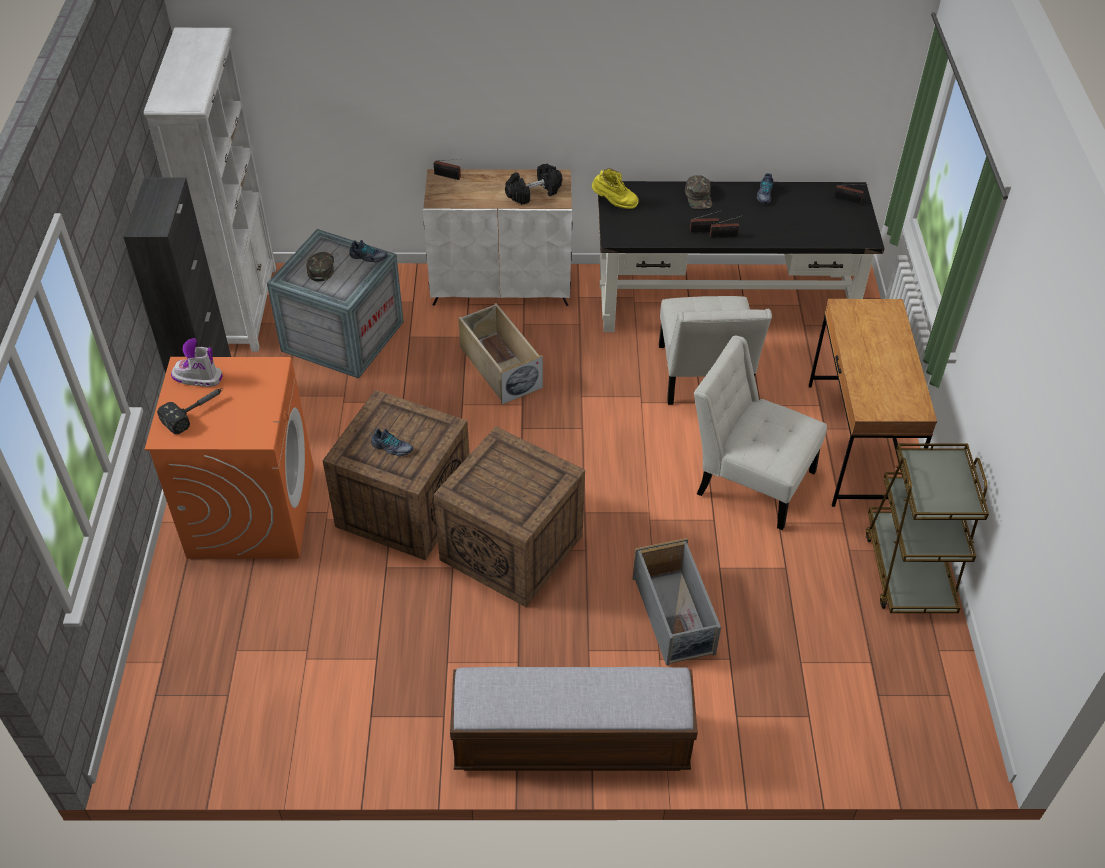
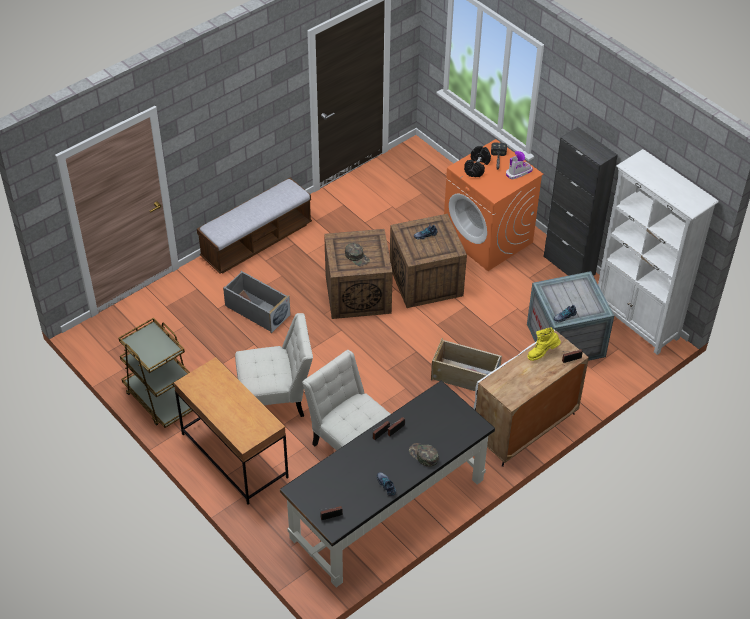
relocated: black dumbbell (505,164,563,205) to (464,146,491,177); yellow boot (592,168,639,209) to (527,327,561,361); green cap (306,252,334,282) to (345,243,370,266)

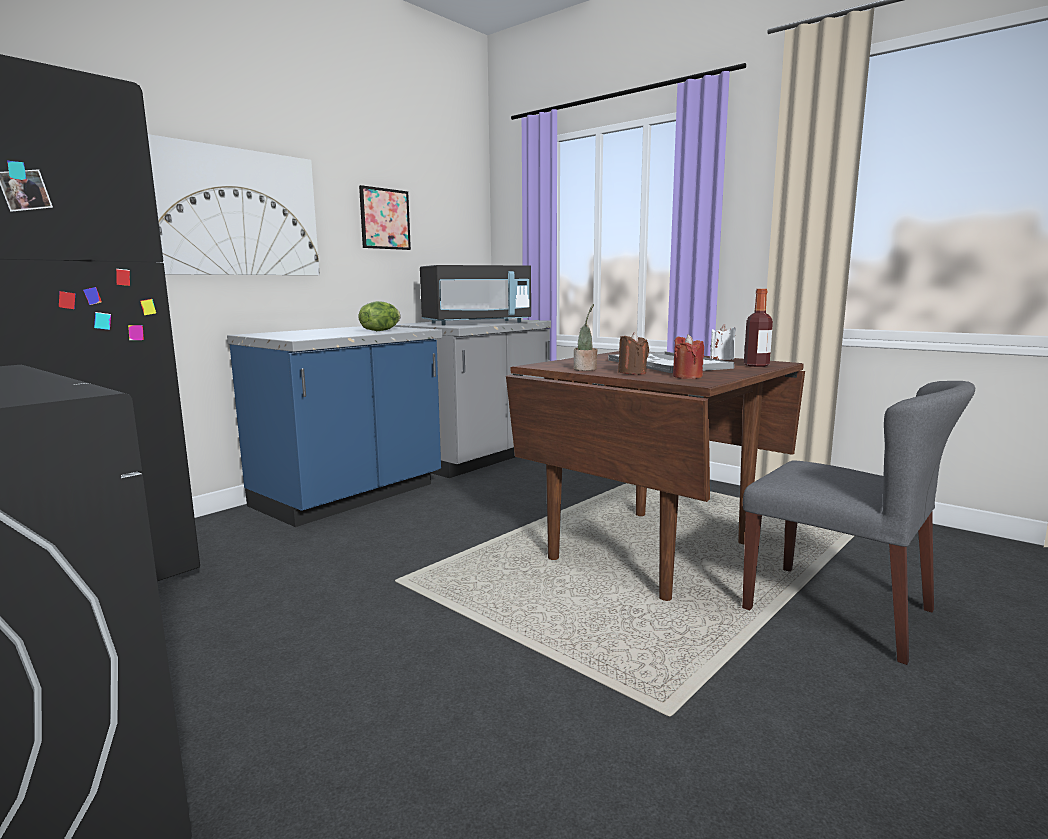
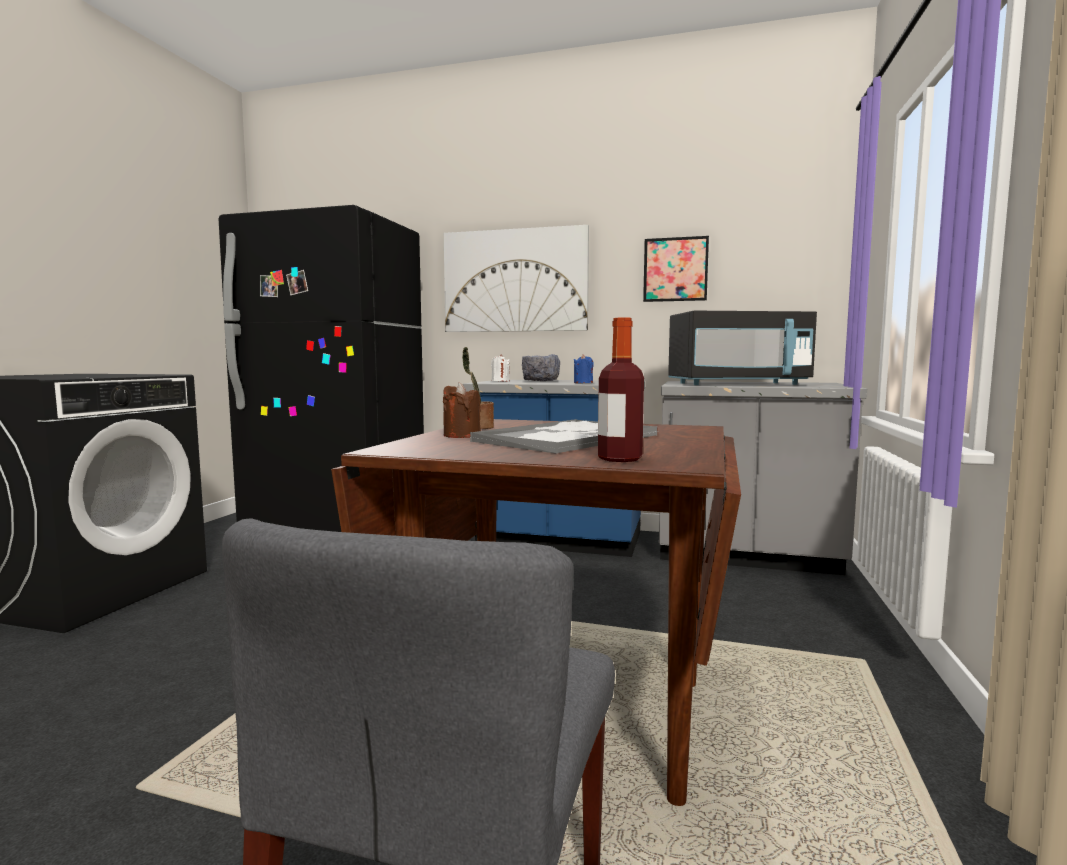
missing: red candle (673,334,704,379)
appeared: grey bowl (522,354,560,381)
relocated: white candle (710,324,736,360) to (491,354,510,382)
exchanged: lettuce (358,301,400,331) to blue candle (574,354,594,383)
spun: black microwave (420,265,531,325) = (668,311,817,385) 45 degrees counterclockwise

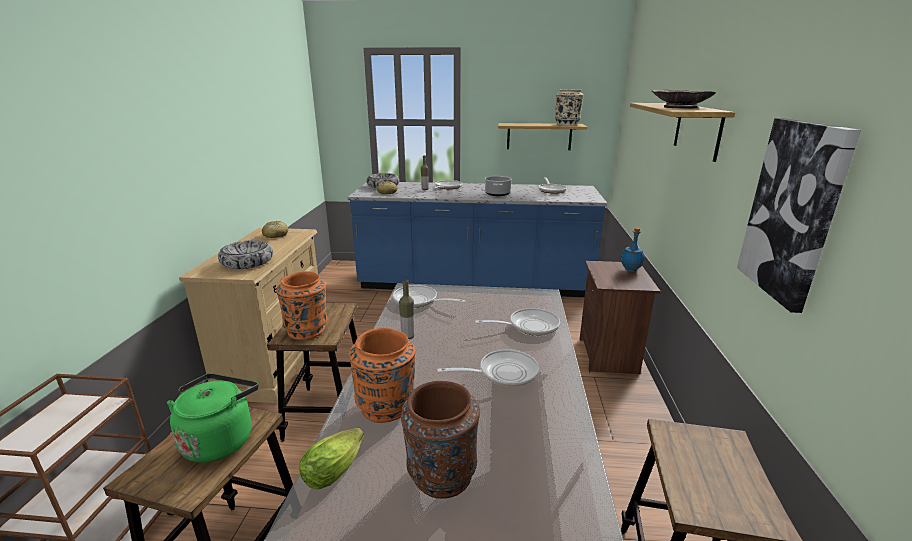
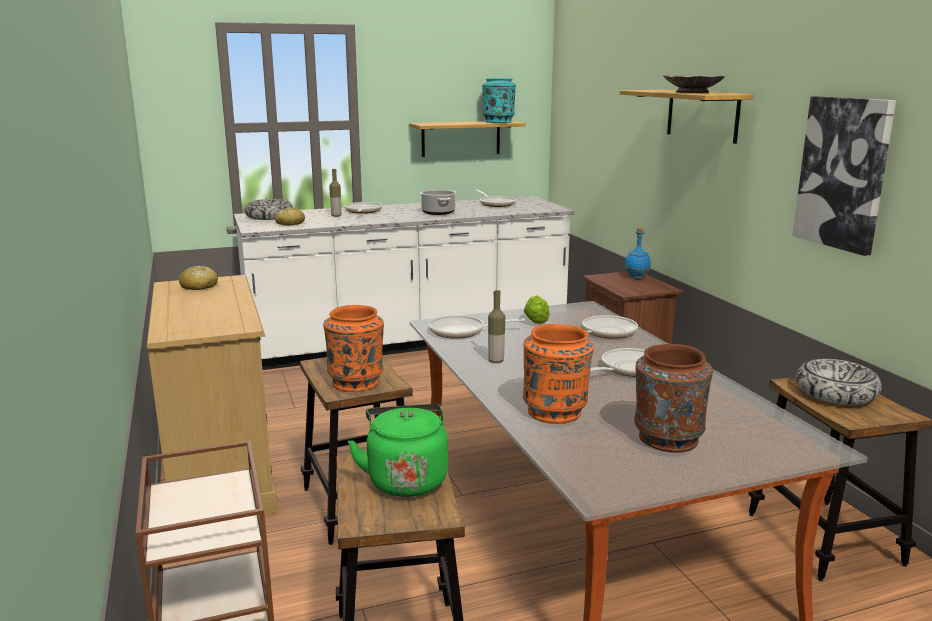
relocated: bowl (218,240,273,269) to (796,359,882,405); lettuce (299,428,364,489) to (524,295,550,324)
colour: beige vase (555,89,584,126) to turquoise vase (482,78,516,123); blue counter (347,182,607,297) to white counter (234,196,574,370)

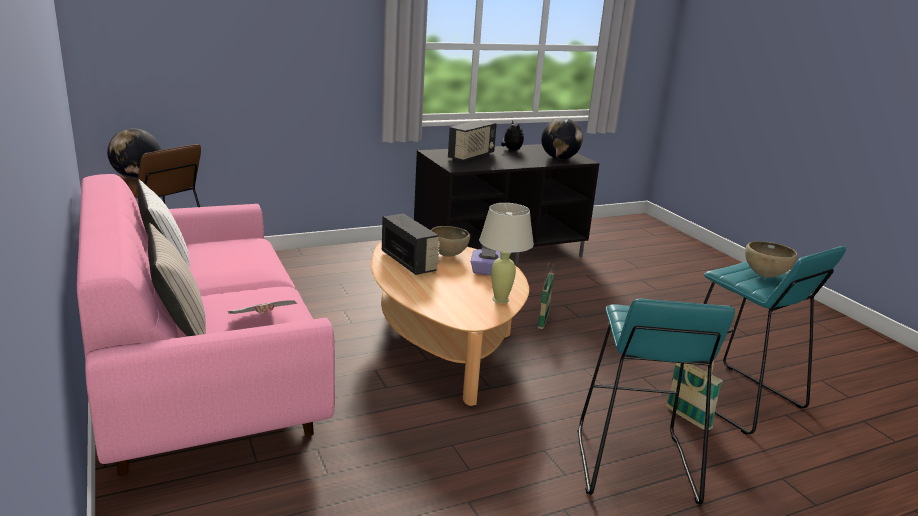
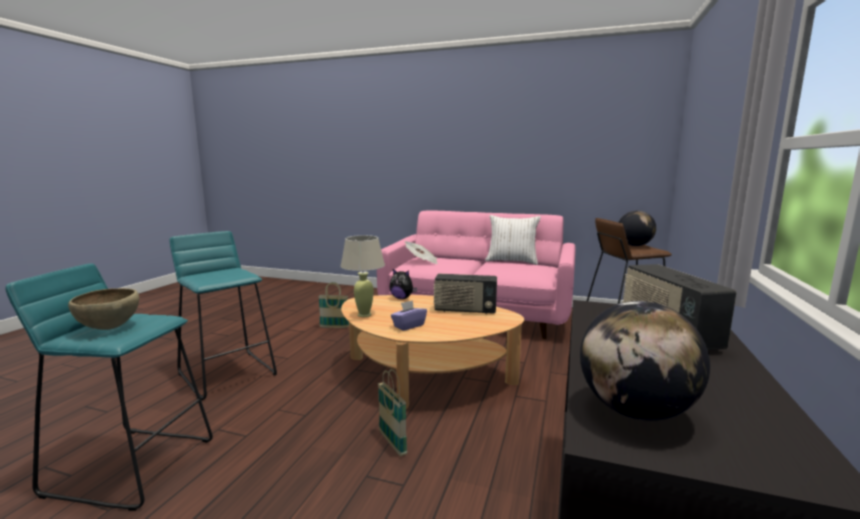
missing: beige pillow (148,223,206,336); brown bowl (431,226,470,257)
relocated: plush toy (501,121,524,151) to (390,269,417,299); basket (666,360,723,430) to (318,282,349,328)

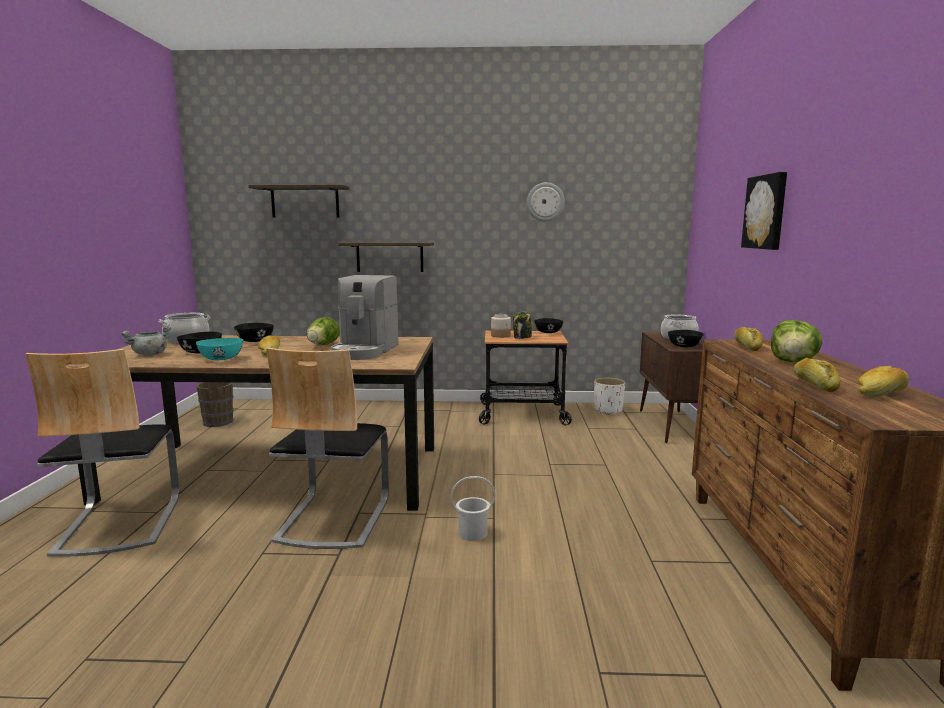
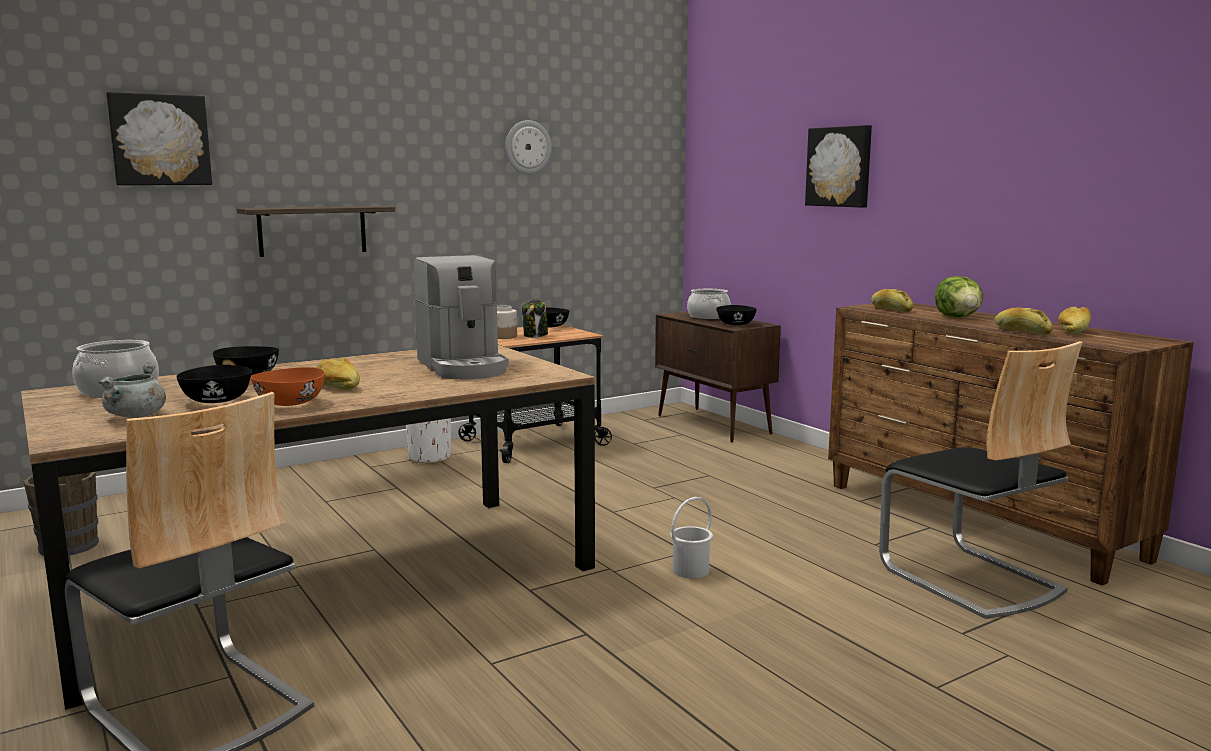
missing: lettuce (307,317,340,345)
relocated: chair (266,347,389,549) to (879,341,1083,619); white planter (594,378,625,415) to (406,418,451,464)
exchanged: shelf (248,185,349,218) to picture (106,92,212,185)
colour: turquoise bowl (196,338,243,360) to orange bowl (251,367,325,406)

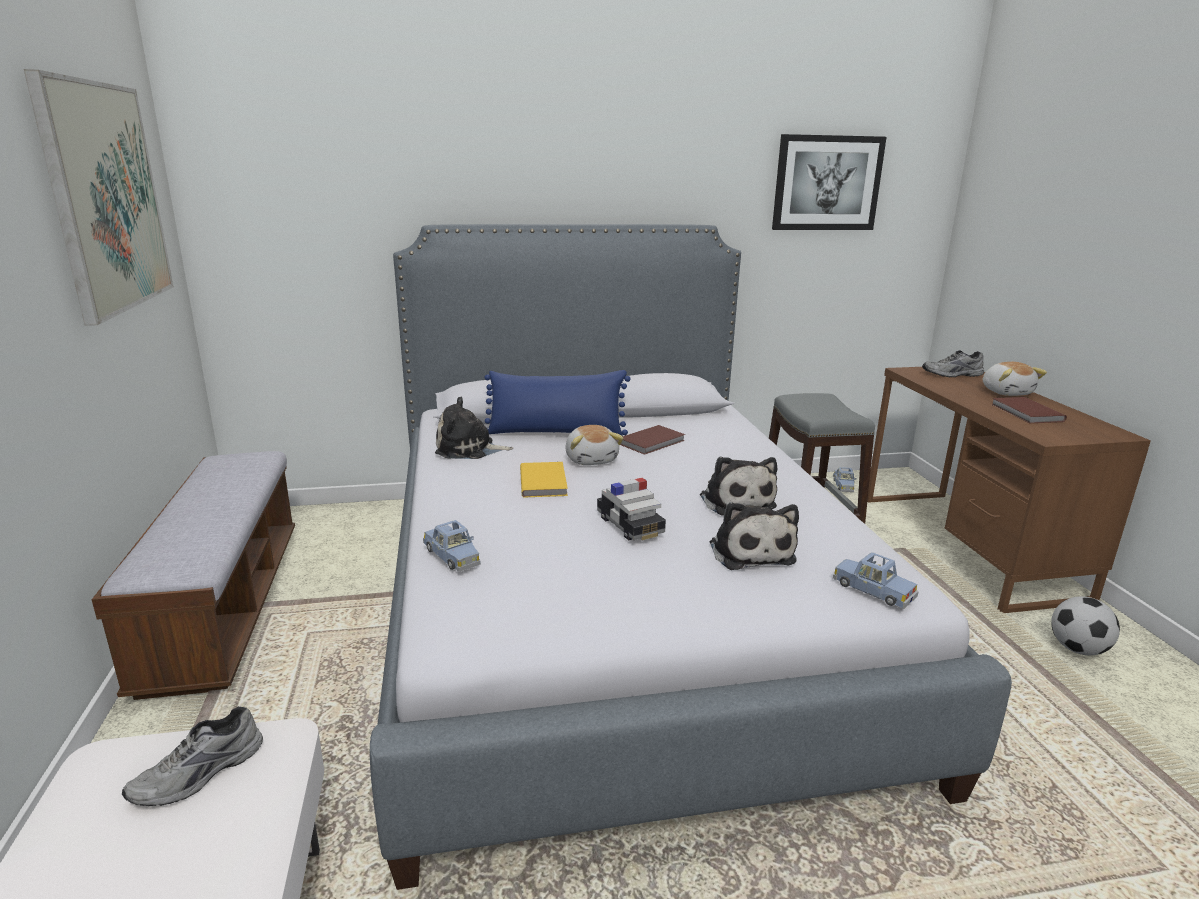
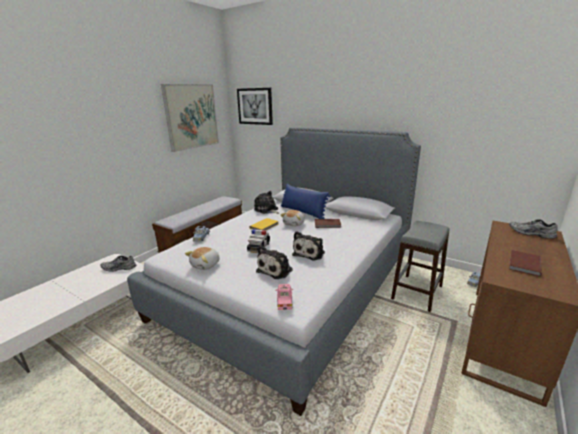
missing: football (1051,596,1120,655)
relocated: picture (772,134,887,230) to (237,88,273,125); plush toy (983,362,1047,396) to (185,247,220,270)
colour: blue toy car (833,552,919,609) to pink toy car (275,284,294,310)

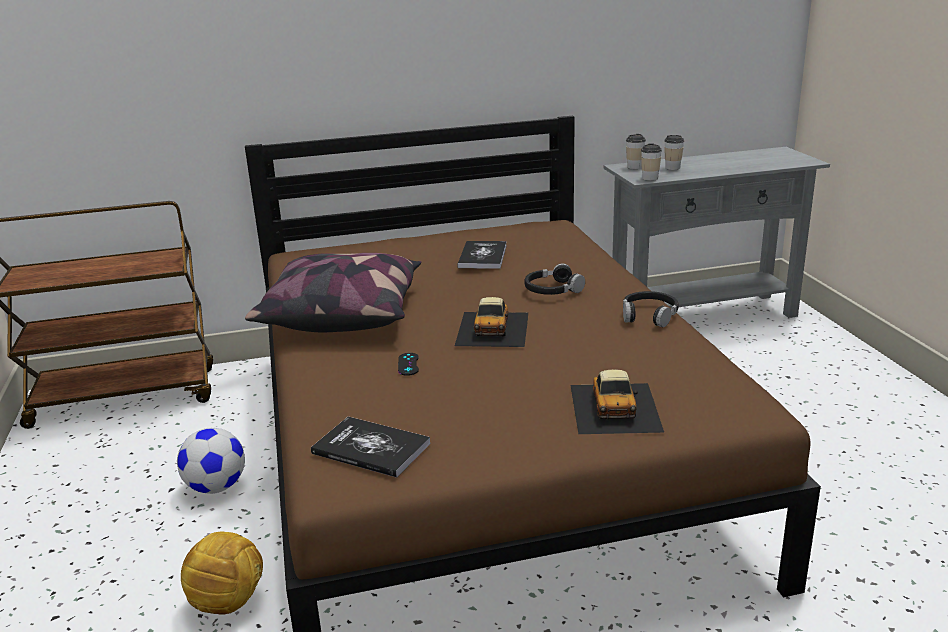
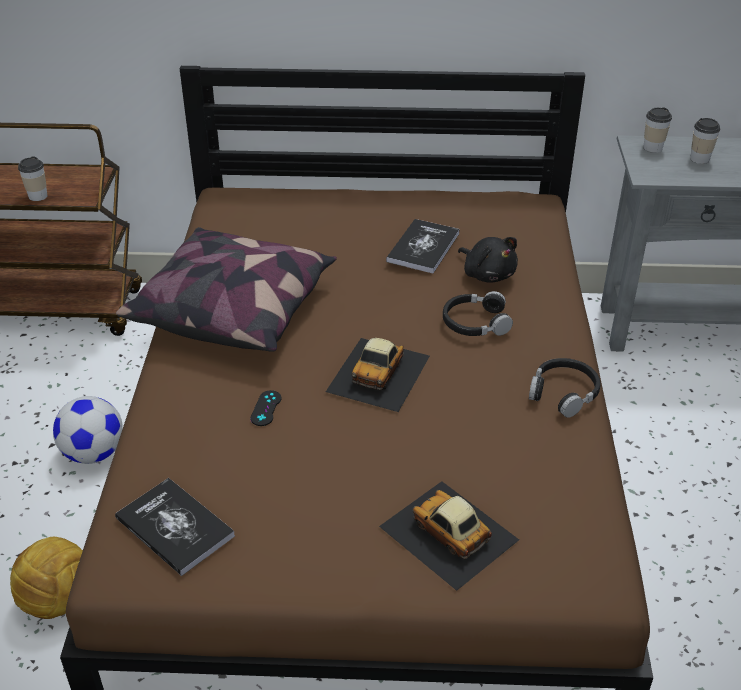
appeared: black plush toy (458,237,518,283)
relocated: cup (641,143,662,181) to (18,157,48,201)
spun: toy car (570,369,664,434) = (379,481,519,591) 120 degrees clockwise

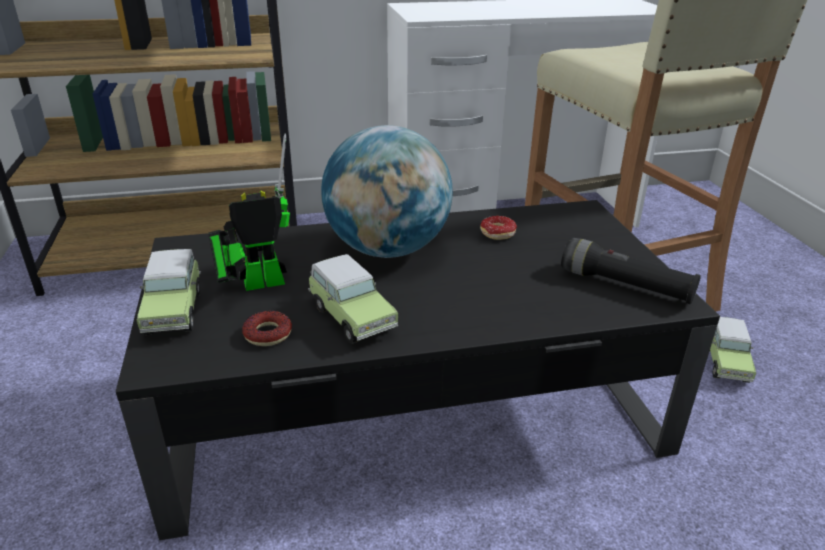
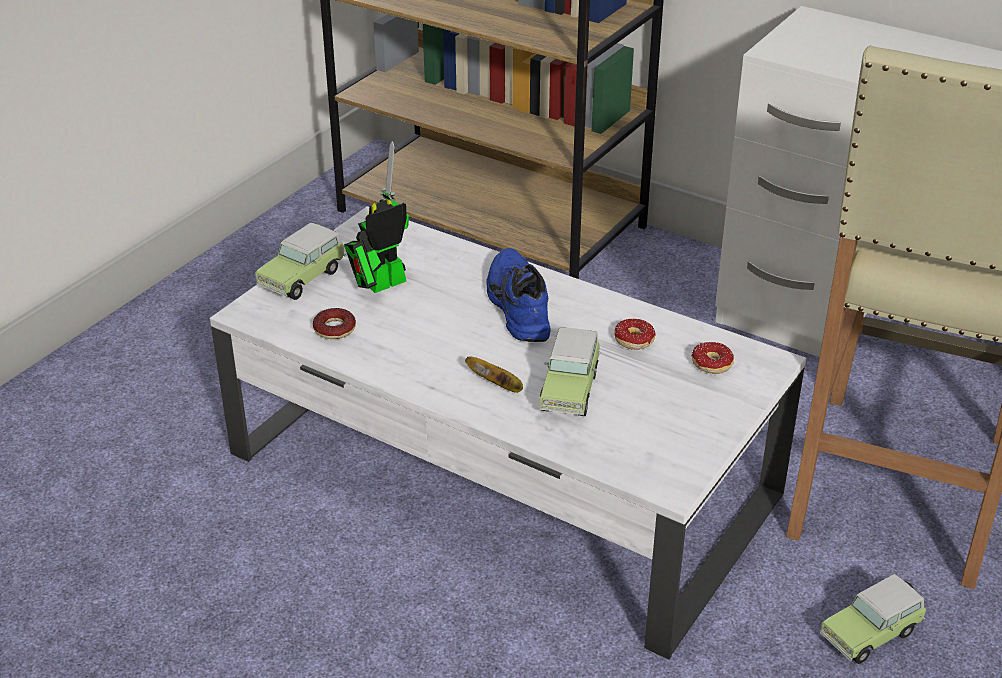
missing: black flashlight (561,238,701,304)
appeared: donut (692,342,734,374); banana (465,356,523,393)
relocated: toy car (308,254,398,344) to (540,327,601,416)
exchanged: globe (321,125,453,258) to blue shoe (486,248,551,342)
colour: black coffee table (116,200,720,540) to white coffee table (210,206,806,660)
spun: toy robot (208,134,290,291) = (344,141,410,293) 60 degrees counterclockwise

